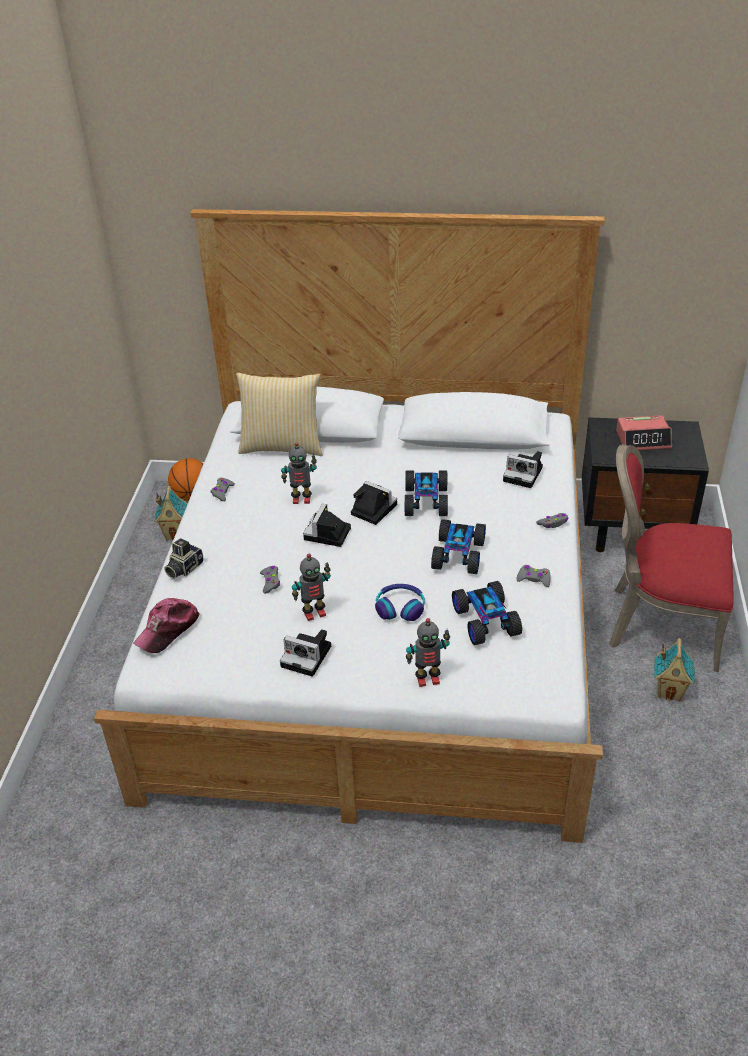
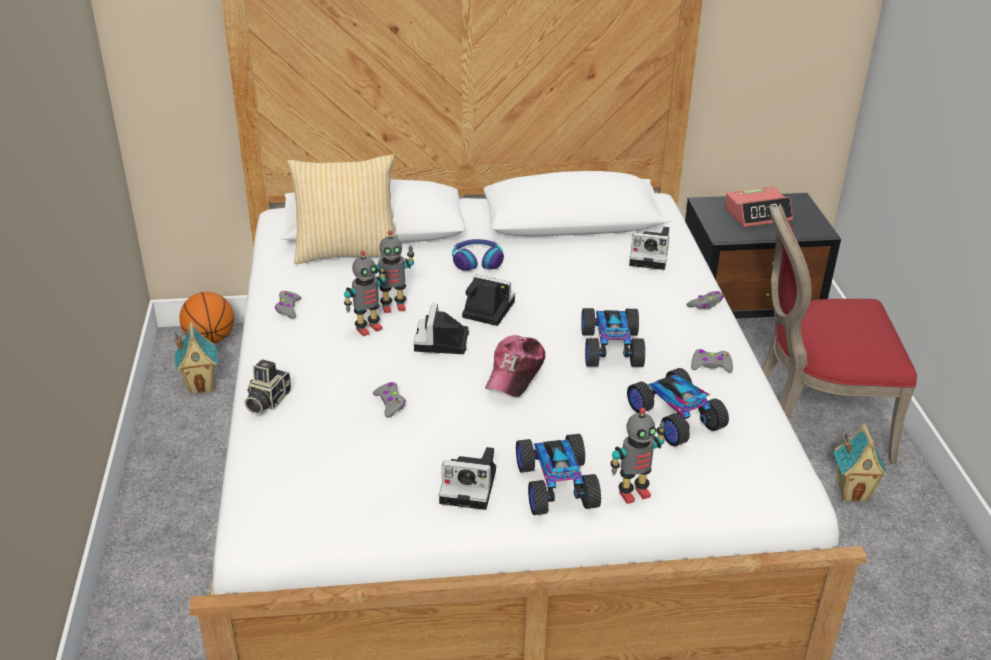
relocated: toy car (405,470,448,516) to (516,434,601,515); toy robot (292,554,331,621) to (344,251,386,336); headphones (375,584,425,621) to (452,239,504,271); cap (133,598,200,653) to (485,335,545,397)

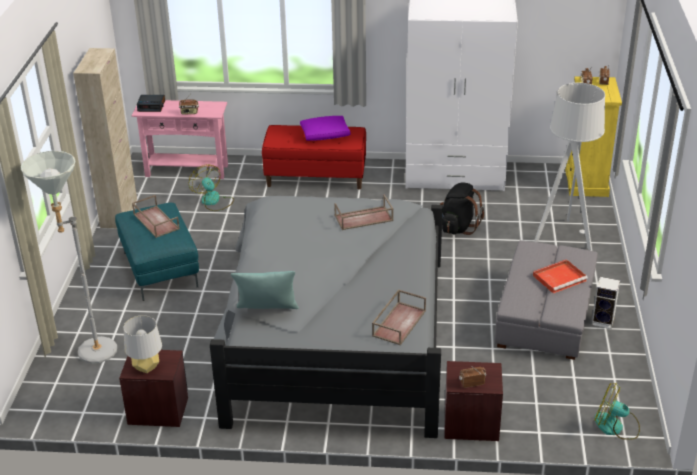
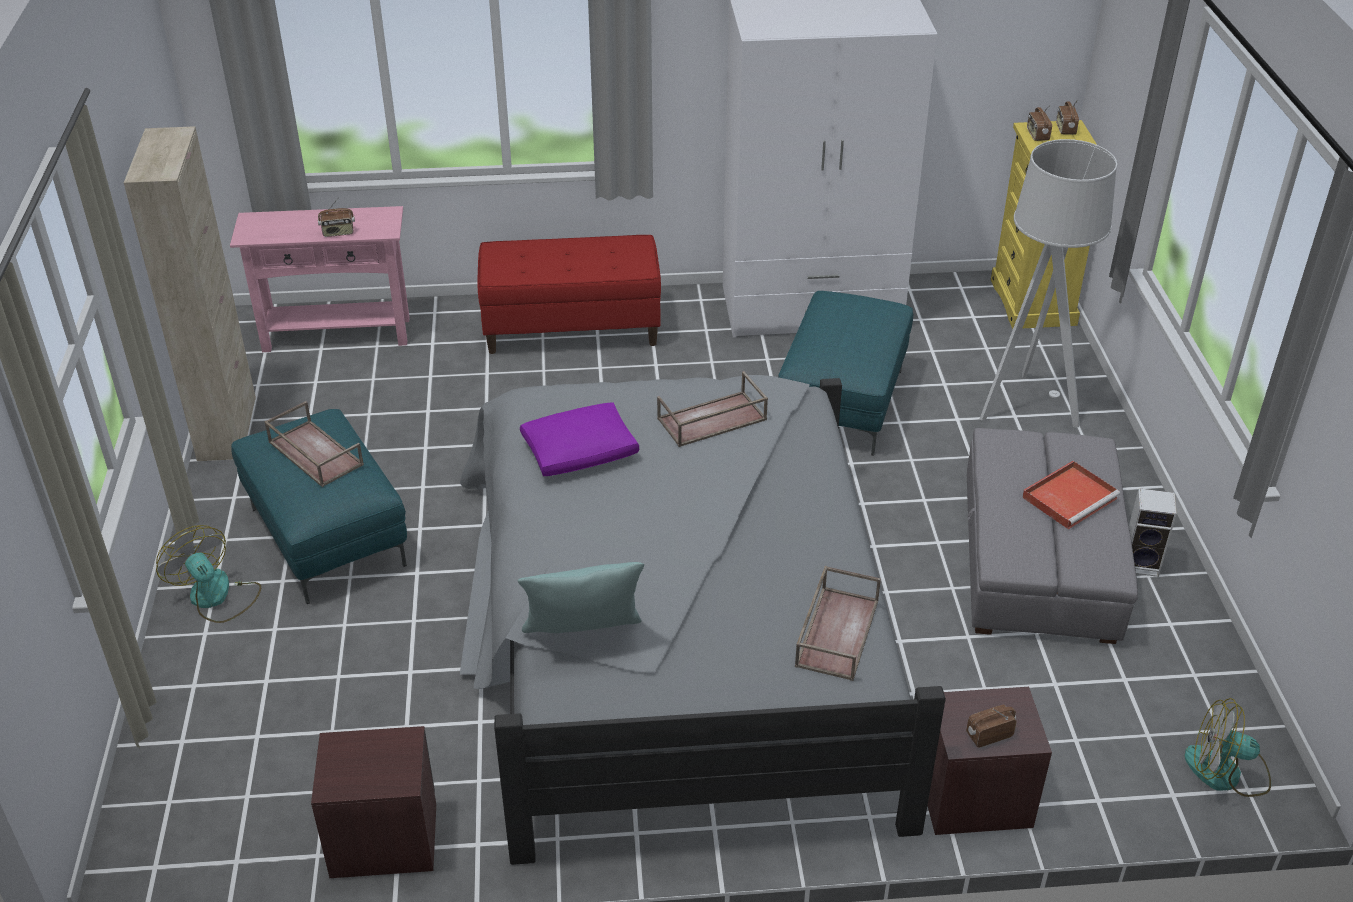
missing: alarm clock (137,95,165,112); grey floor lamp (21,151,117,364); grey table lamp (124,315,162,373)
relocated: purple pillow (300,116,351,141) to (520,403,639,476); fan (189,164,234,211) to (156,525,261,623)
exchanged: black backpack (440,183,484,235) to turquoise ottoman (778,291,913,456)

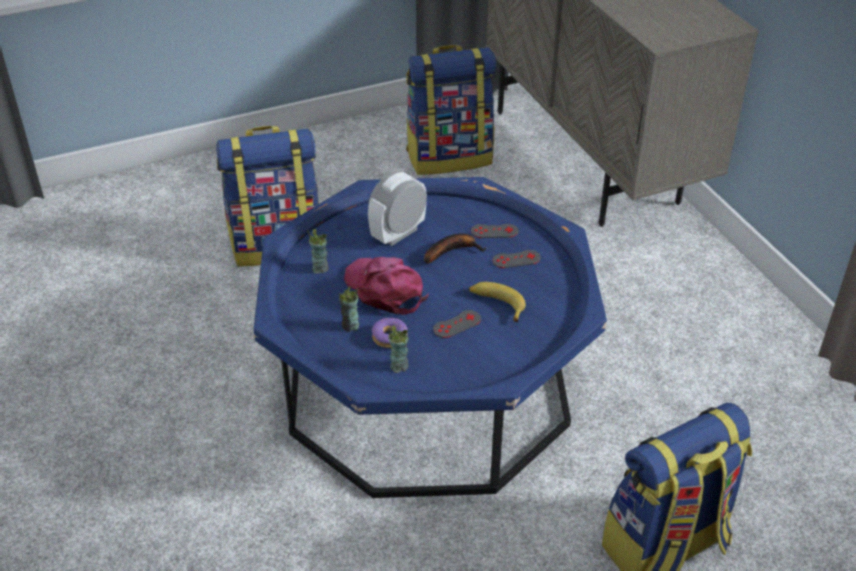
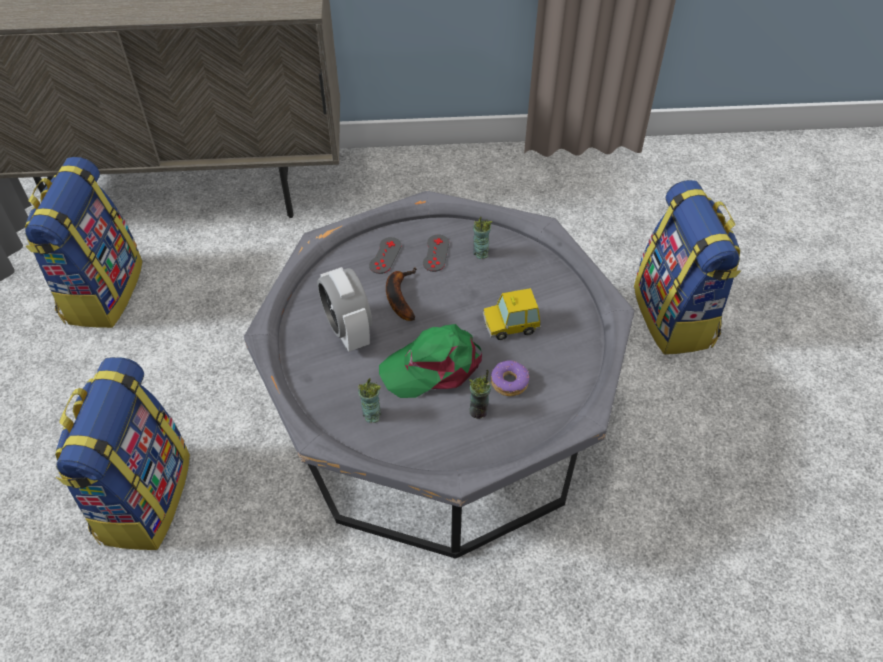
missing: banana (469,282,526,322)
relocated: cup (388,325,408,373) to (473,217,492,259)
exchanged: grey game controller (433,310,481,338) to toy car (483,288,541,340)
colour: blue coffee table (254,177,607,498) to grey coffee table (244,191,634,559); pink cap (344,257,429,315) to green cap (379,324,482,398)

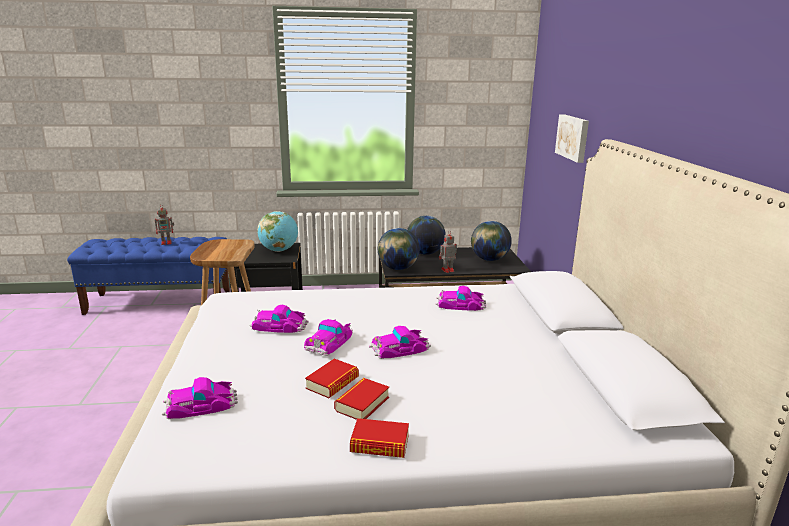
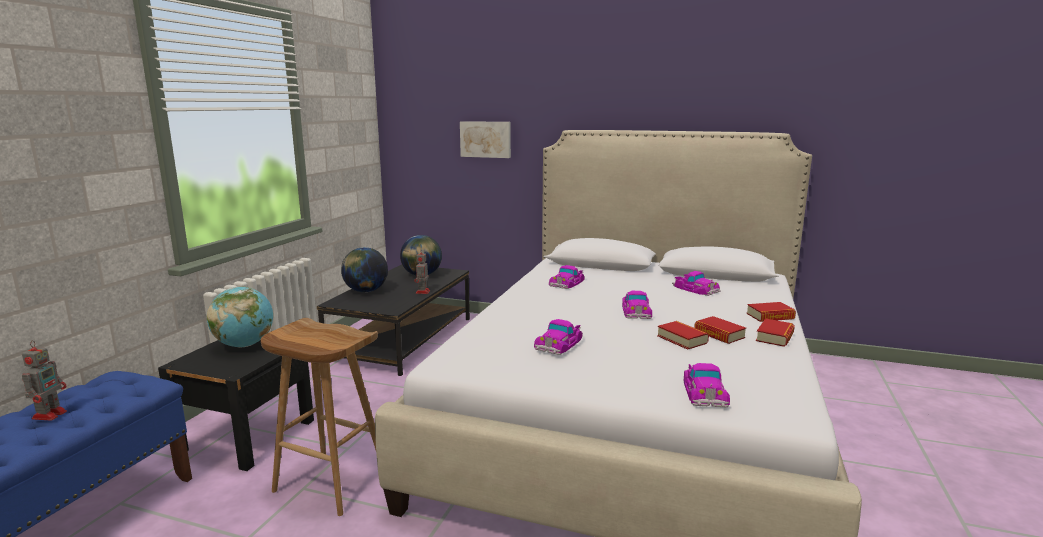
missing: globe (378,228,420,270)
appeared: book (746,302,796,322)
relocated: toy car (304,319,353,356) to (672,271,721,296)

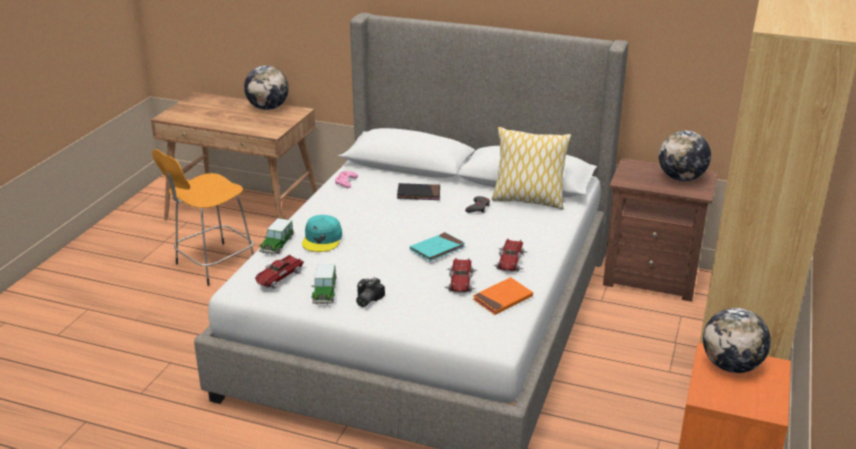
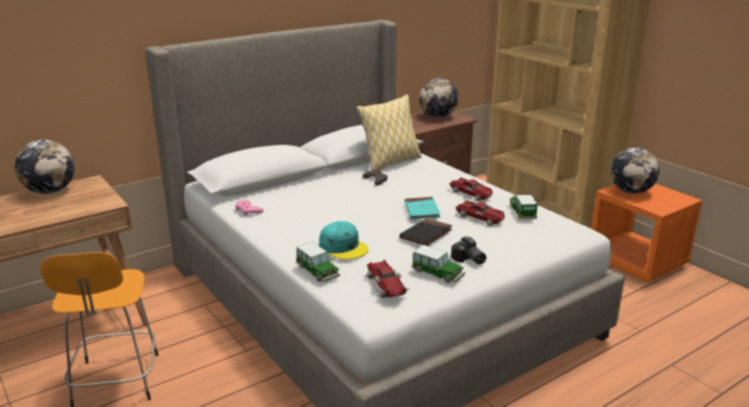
relocated: black book (397,183,440,200) to (400,218,452,246)
exchanged: orange book (473,277,533,315) to toy car (510,195,538,219)

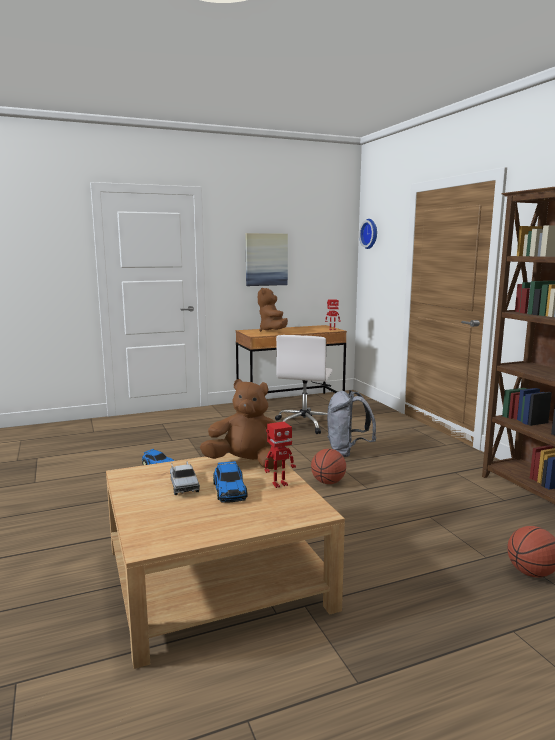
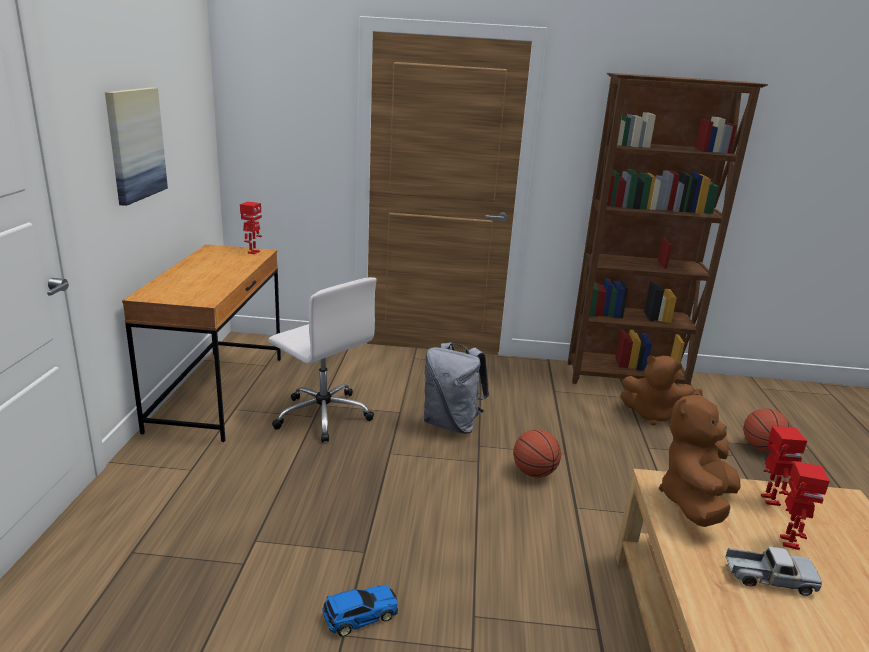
missing: wall clock (359,219,377,249)
relocated: brown plush toy (258,288,288,332) to (620,355,695,425)
exchanged: toy car (213,461,247,503) to toy robot (780,461,830,550)

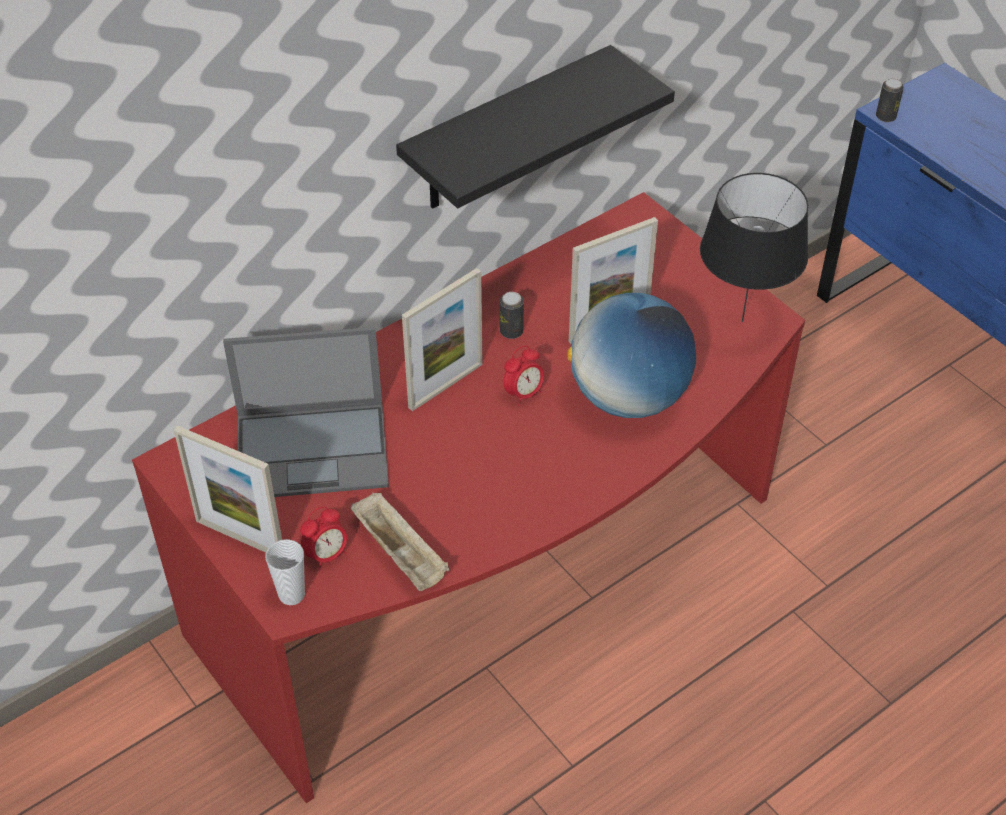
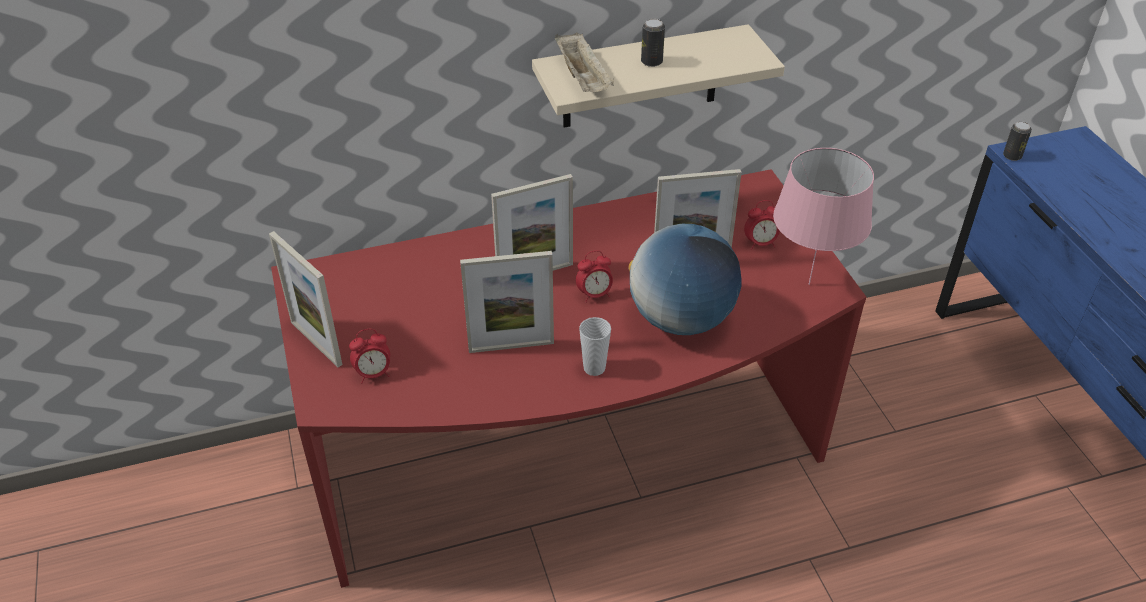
missing: laptop (223,327,389,497)
appeared: alarm clock (744,200,780,250); picture frame (460,251,554,353)
relocated: can (500,292,524,339) to (641,19,665,67); beige tray (350,493,449,591) to (555,32,614,92); cup (266,539,305,605) to (579,317,611,376)
colour: black shelf (396,45,675,209) to beige shelf (532,24,785,128); black table lamp (700,173,808,322) to pink table lamp (773,148,874,285)

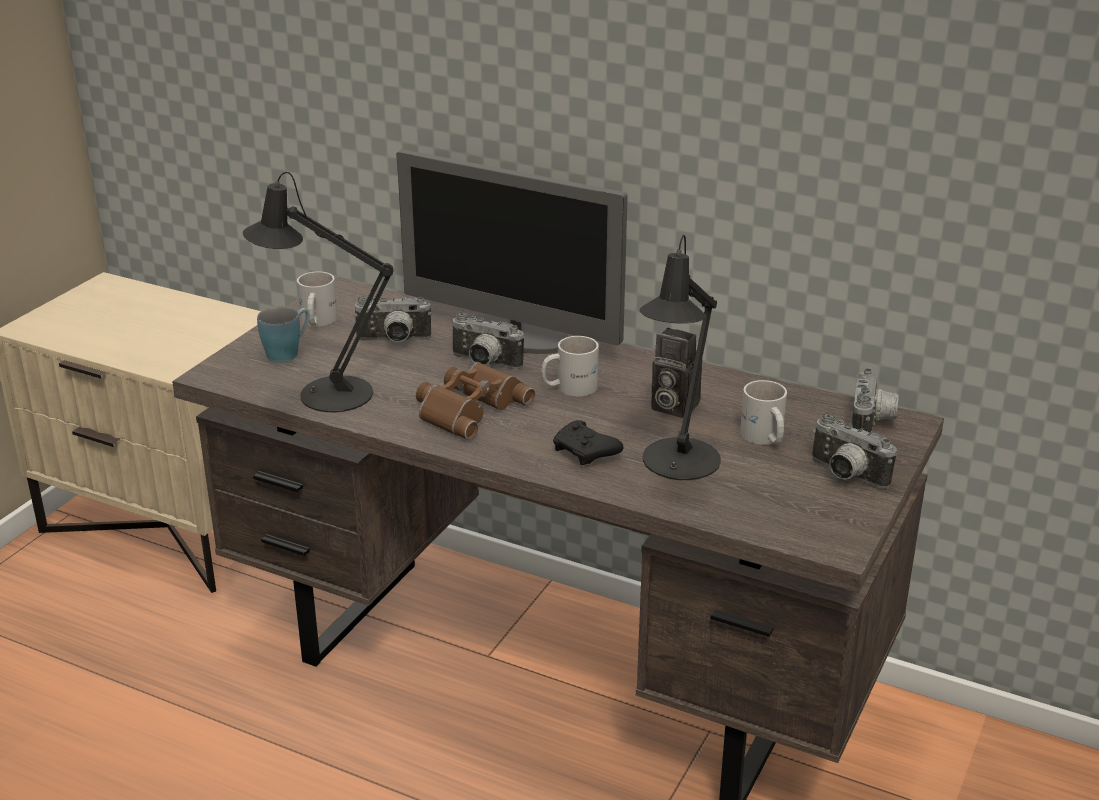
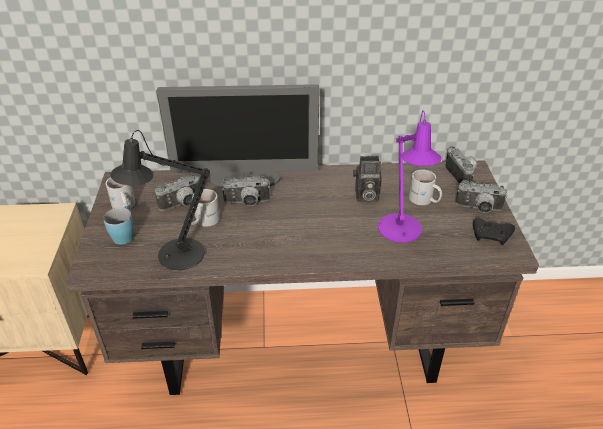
missing: brown binoculars (416,362,535,440)
relocated: white mug (541,336,599,396) to (188,189,220,227); black game controller (553,420,623,465) to (473,218,515,245)
colour: black table lamp (639,235,721,480) to purple table lamp (378,110,442,243)

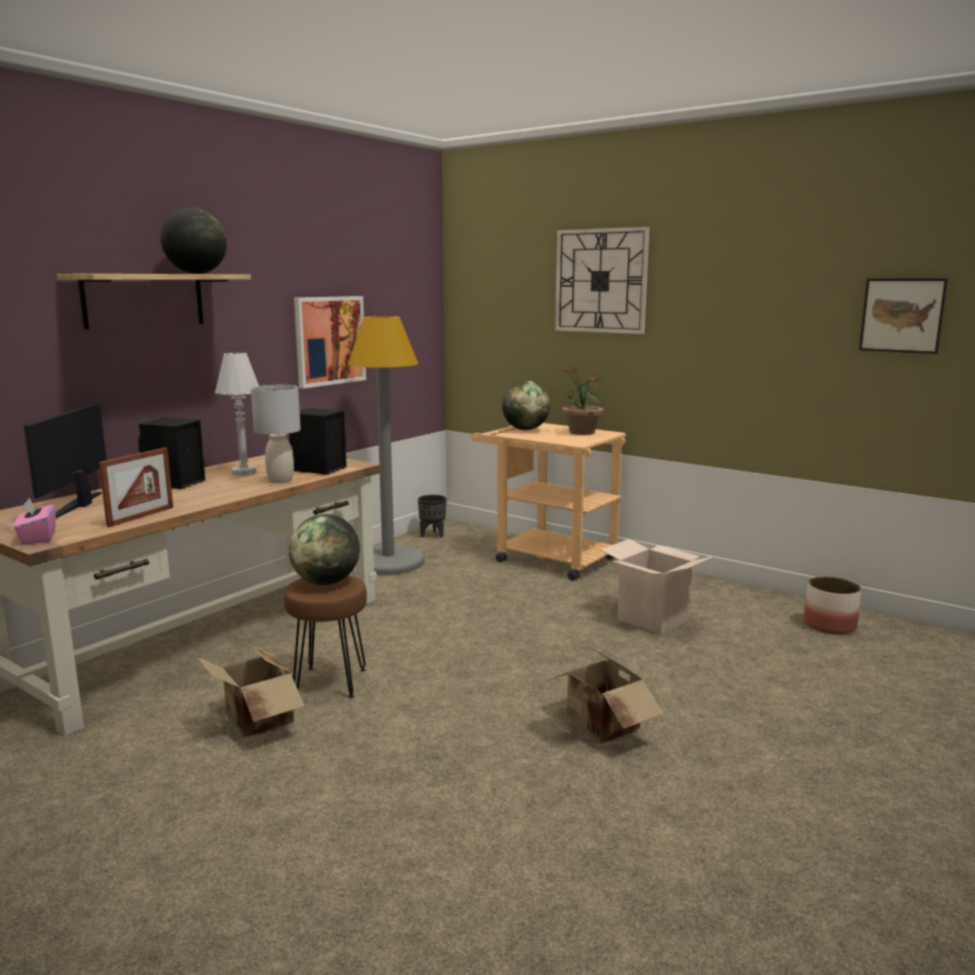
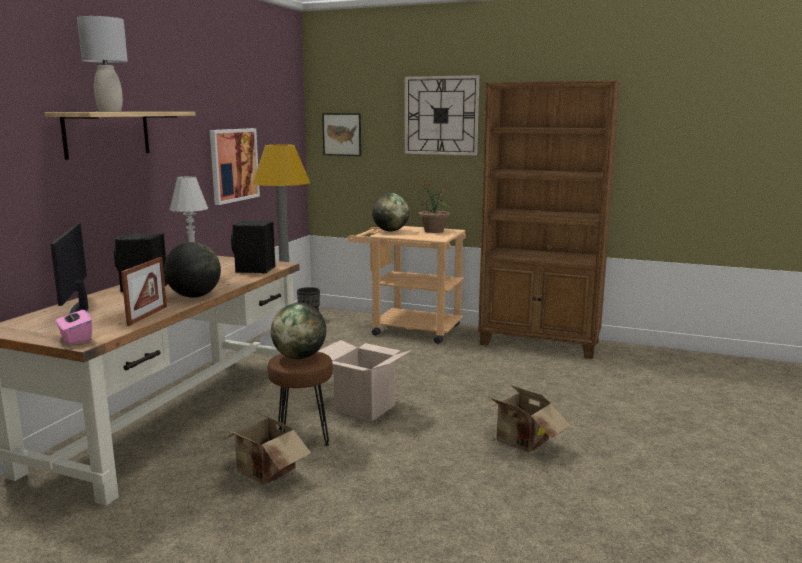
missing: planter (804,576,861,634)
appeared: brown bookcase (478,80,620,359)
relocated: globe (161,207,227,274) to (164,242,221,298); picture (859,279,948,354) to (322,113,361,156); grey table lamp (251,385,301,483) to (77,16,128,112); cardboard box (600,539,714,634) to (318,340,412,421)

